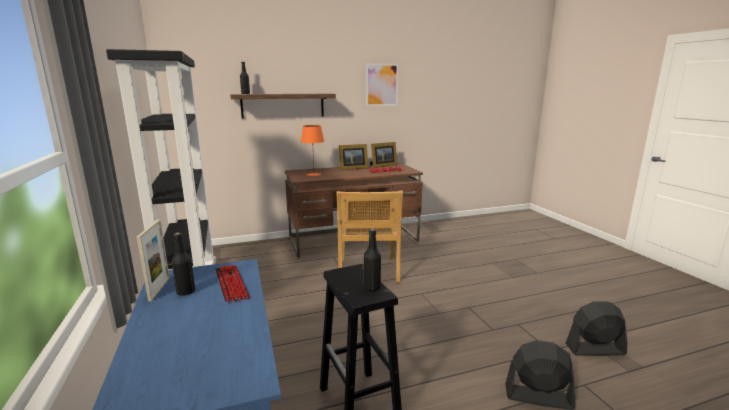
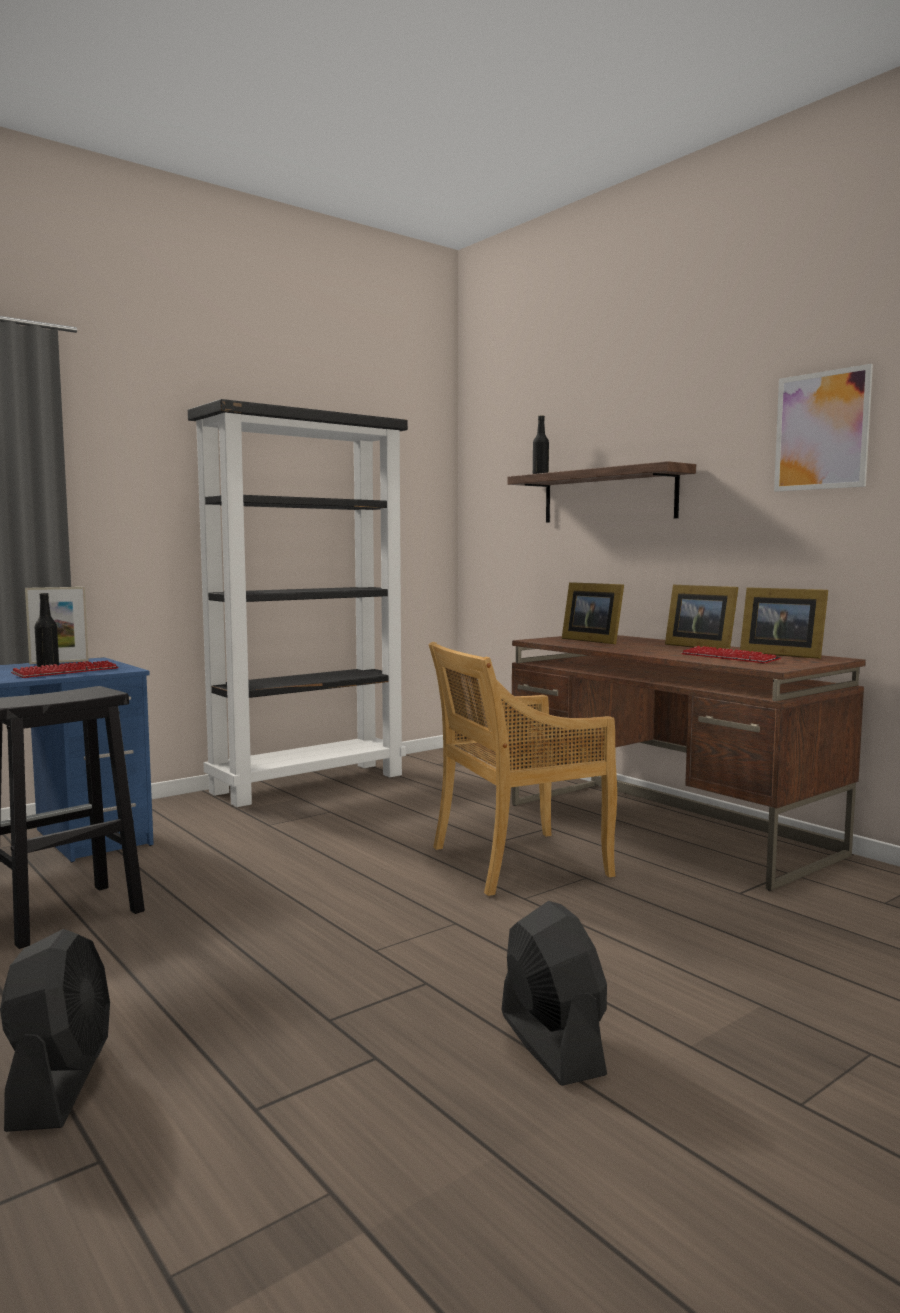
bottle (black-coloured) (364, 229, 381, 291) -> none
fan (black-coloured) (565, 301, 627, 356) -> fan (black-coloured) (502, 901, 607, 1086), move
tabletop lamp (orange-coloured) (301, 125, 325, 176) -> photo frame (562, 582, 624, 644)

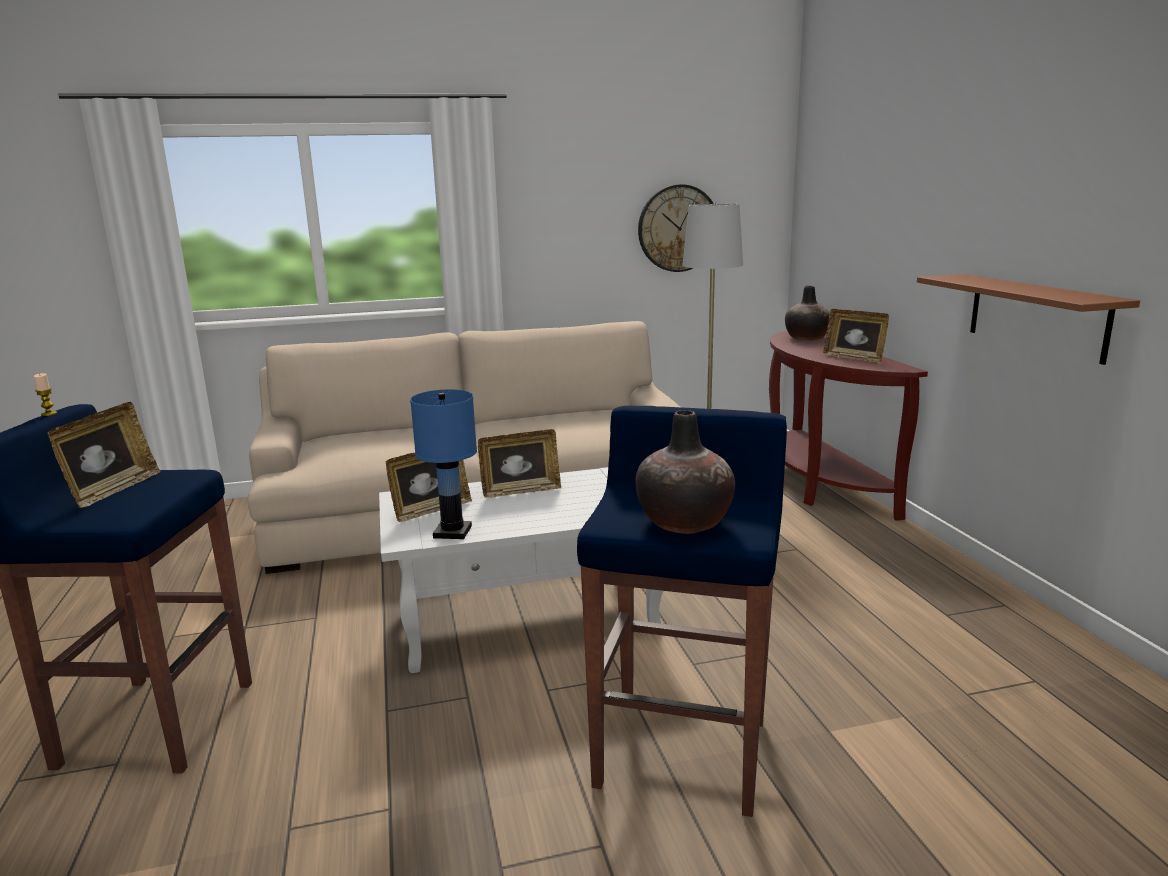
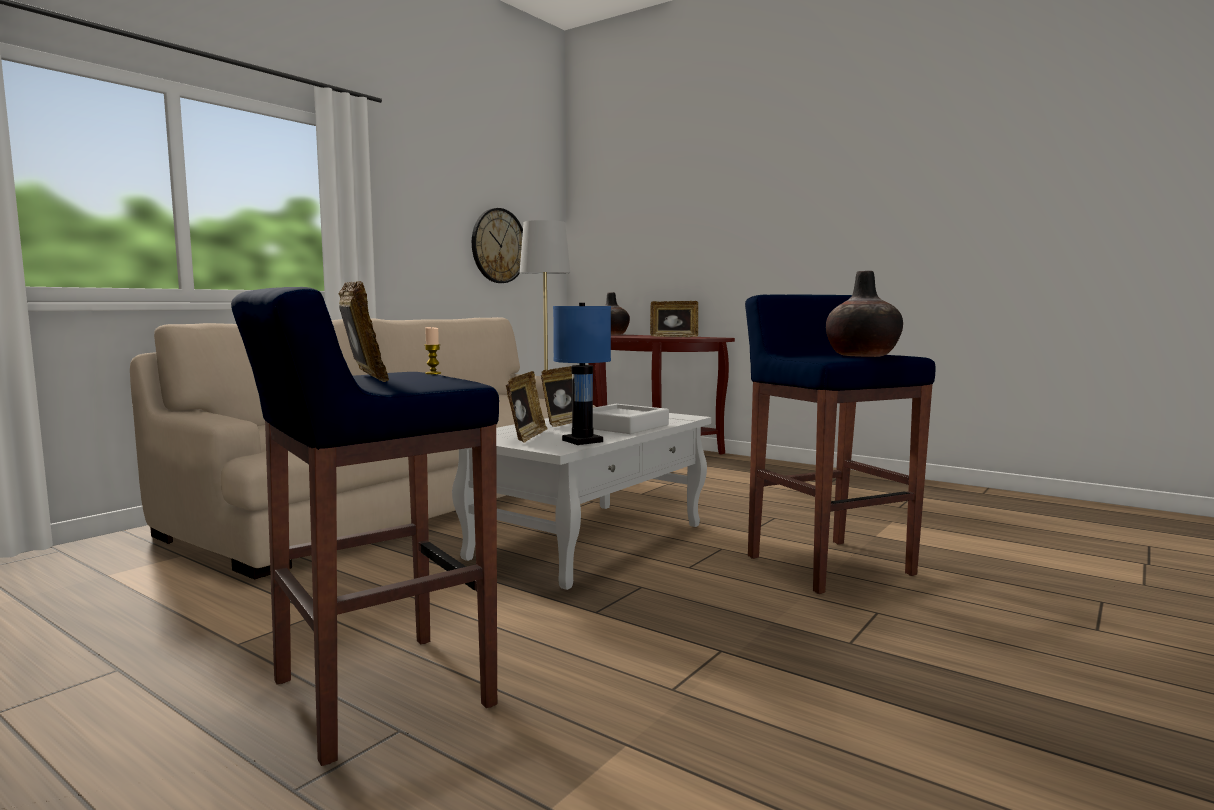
wall shelf (brown) (917, 274, 1140, 365) -> none
none -> carrying tray (greyish) (593, 404, 669, 434)
candle (33, 373, 57, 416) -> candle (425, 327, 441, 374), move

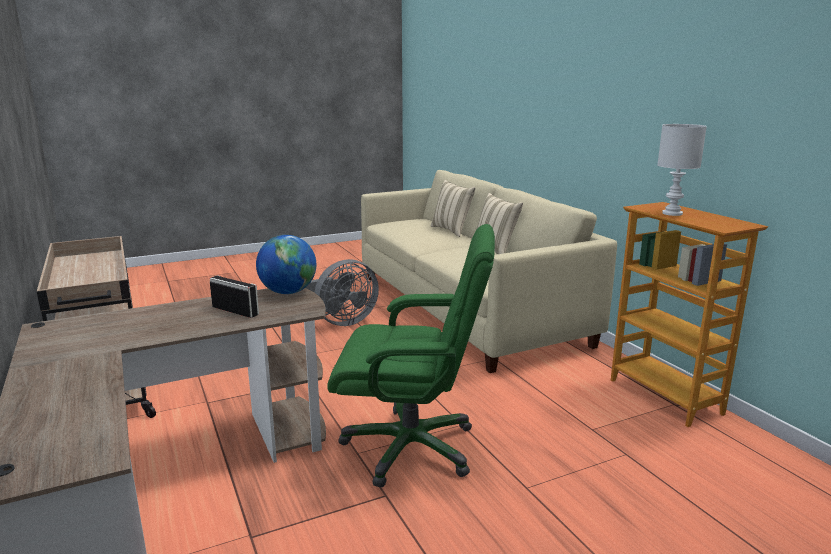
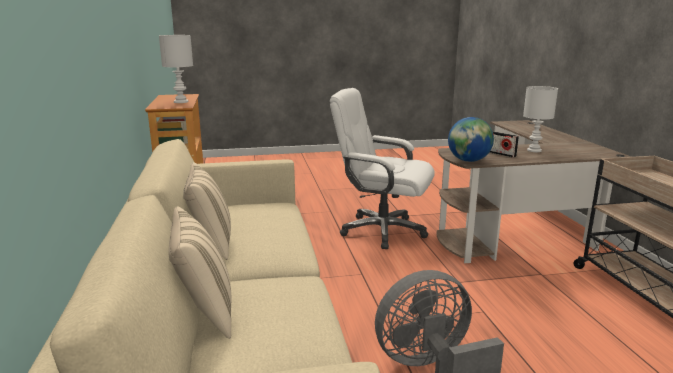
none -> tabletop lamp (white-coloured) (523, 86, 558, 152)
desk chair (green-coloured) (327, 224, 495, 488) -> desk chair (white-coloured) (330, 88, 435, 249)

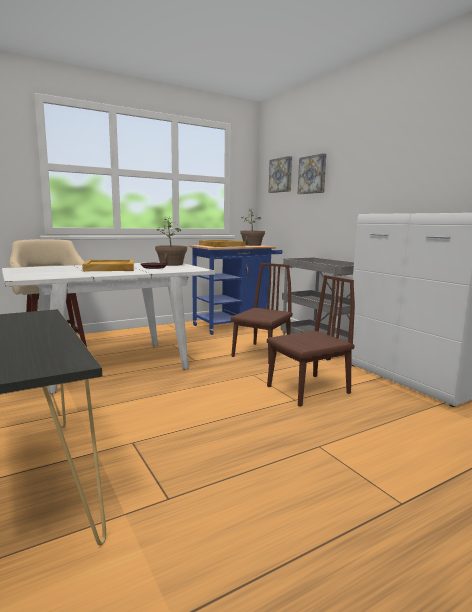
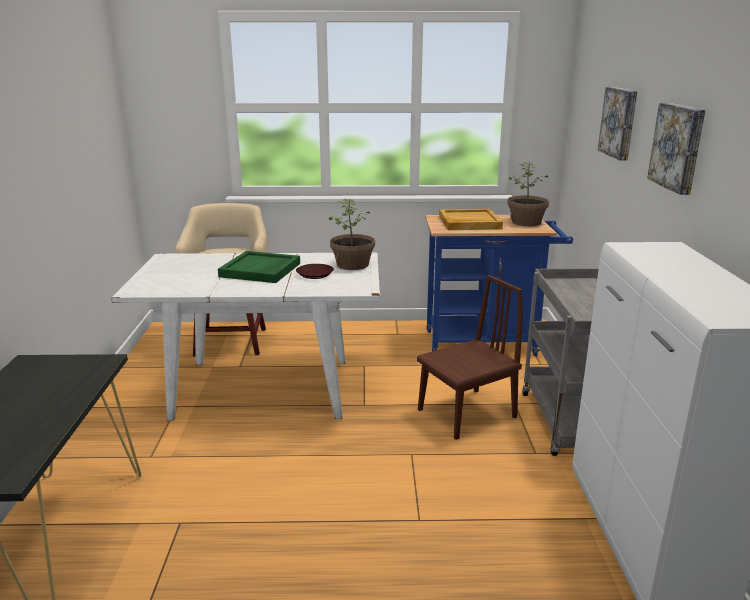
upright chair (brown) (267, 275, 355, 407) -> none
wall art (269, 156, 292, 193) -> wall art (647, 103, 705, 195), move
carrying tray (beige-coloured) (82, 260, 134, 271) -> carrying tray (green-coloured) (218, 251, 300, 283)

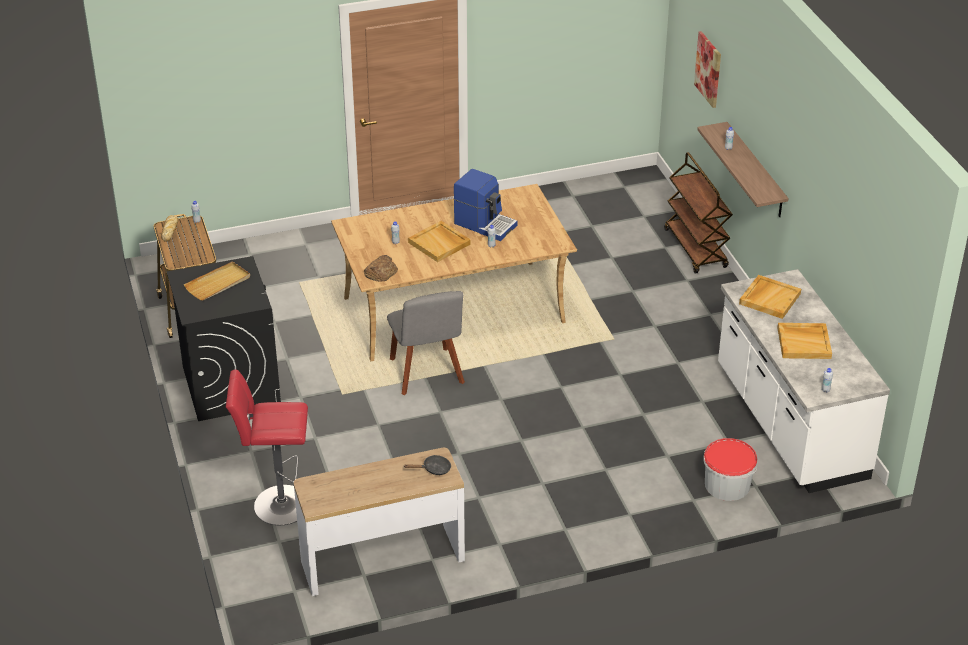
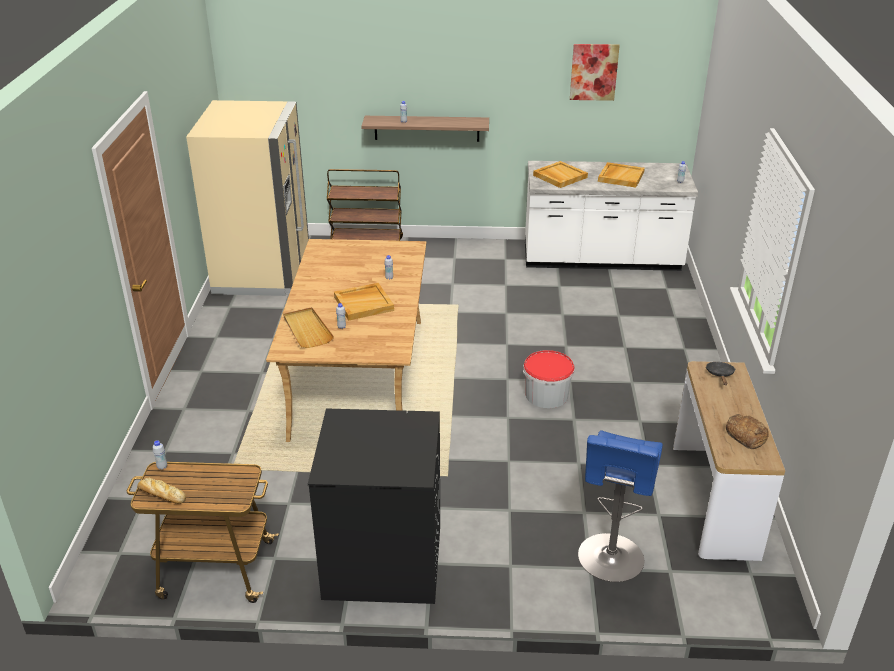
upright chair (greyish) (387, 291, 465, 395) -> none
coffee machine (454, 169, 517, 241) -> none
none -> kitchen fridge (beige-coloured) (186, 100, 309, 296)
carrying tray (beige-coloured) (184, 261, 250, 301) -> carrying tray (beige-coloured) (283, 307, 334, 348), move
baked bread (364, 255, 398, 282) -> baked bread (726, 414, 769, 449), move
wall art (694, 31, 721, 108) -> wall art (570, 44, 620, 101), move
pail (703, 438, 757, 501) -> pail (523, 350, 574, 408), move
sitting stool (reddish) (226, 369, 308, 525) -> sitting stool (blue-coloured) (578, 430, 663, 582)

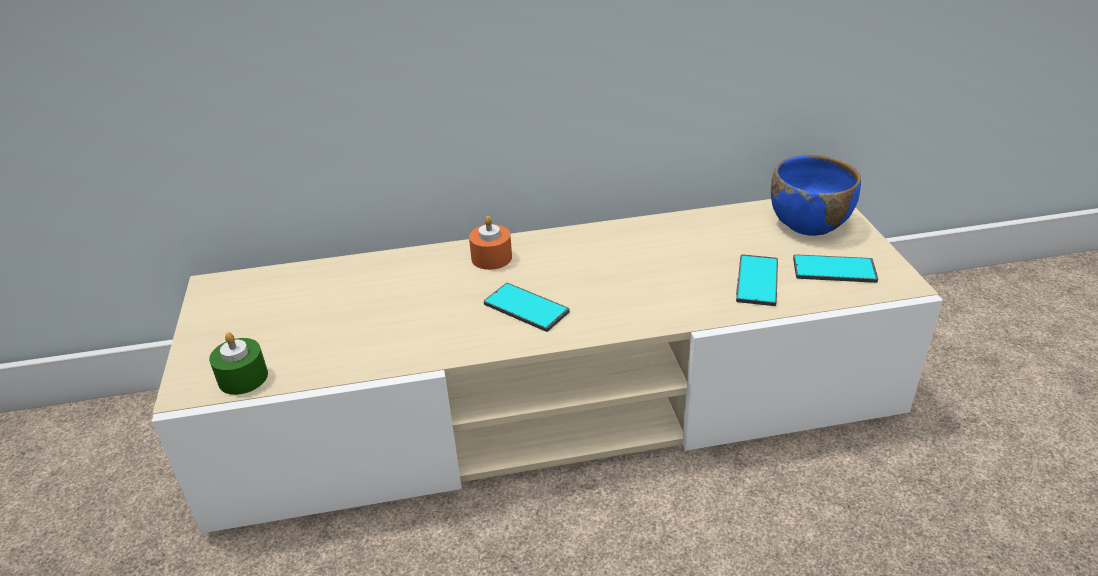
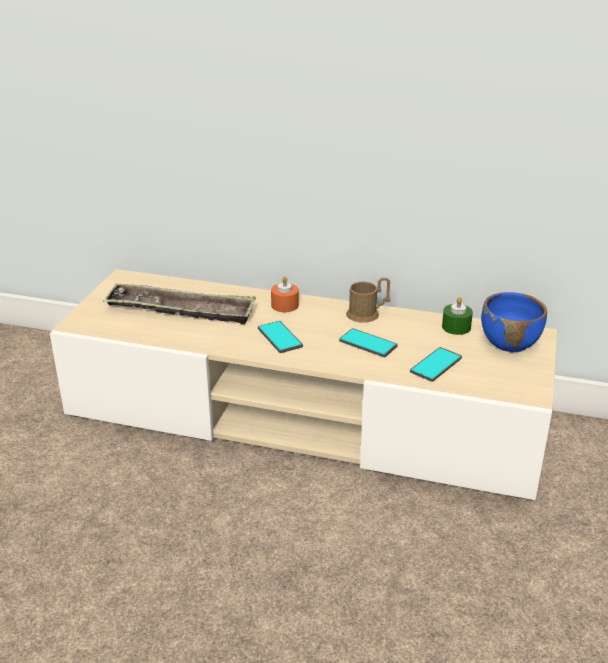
none -> carrying tray (103, 284, 256, 325)
none -> mug (brown) (346, 278, 390, 323)
candle (green-coloured) (209, 332, 268, 395) -> candle (green-coloured) (442, 297, 473, 335), move
telephone (793, 254, 878, 283) -> telephone (339, 328, 398, 357), move

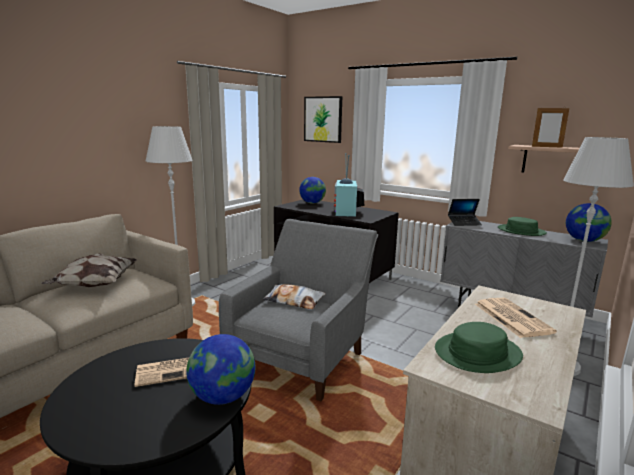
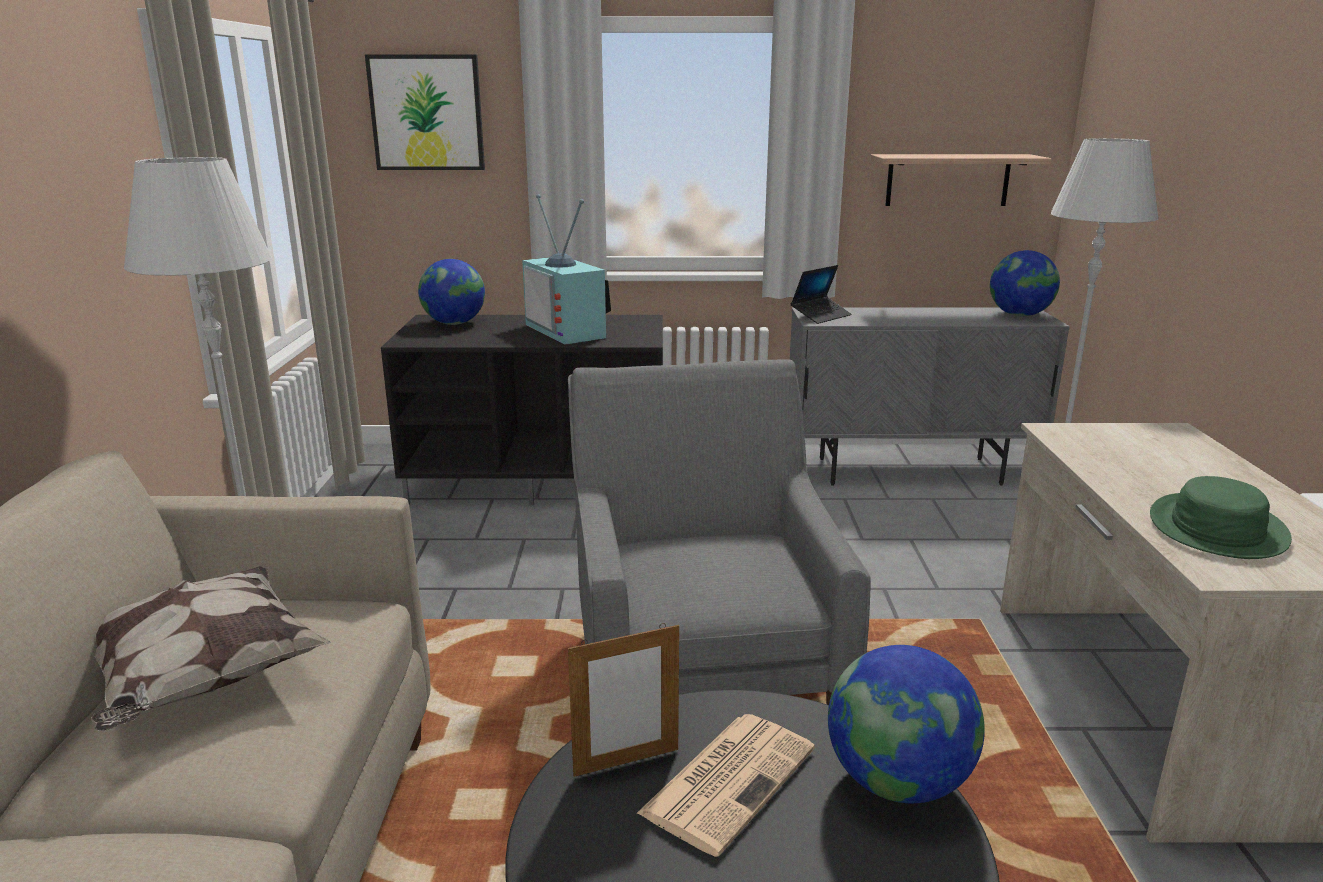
throw pillow (262, 284, 326, 309) -> none
printed paper (475, 298, 557, 338) -> none
hat (green-coloured) (498, 217, 547, 236) -> none
photo frame (532, 107, 569, 148) -> photo frame (568, 623, 679, 777), move

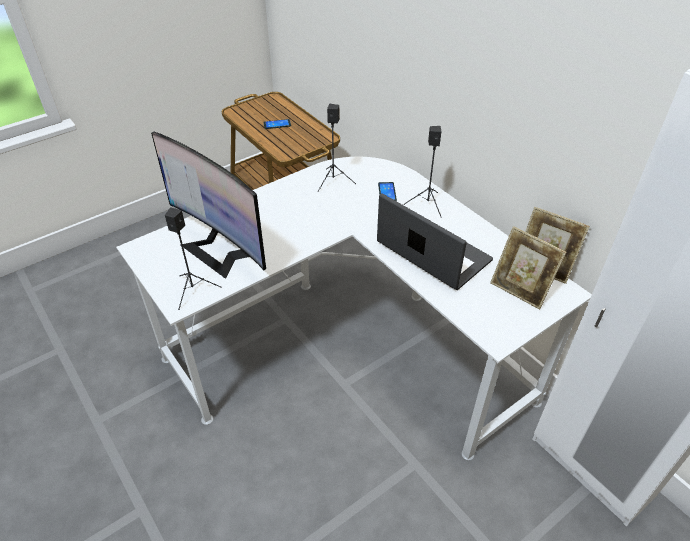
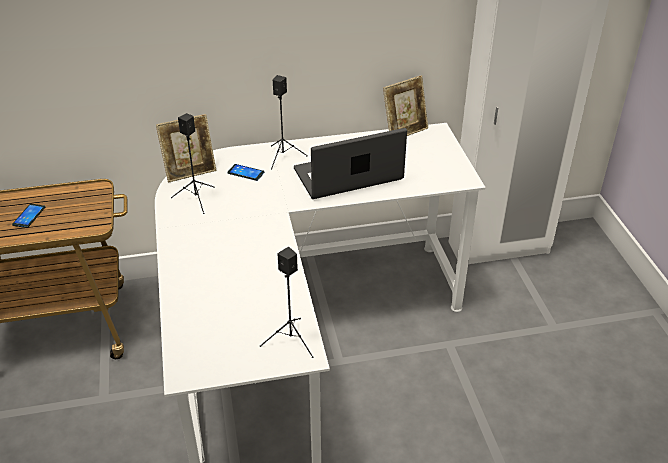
monitor (151, 132, 266, 279) -> none
photo frame (490, 226, 566, 310) -> photo frame (156, 114, 217, 183), move

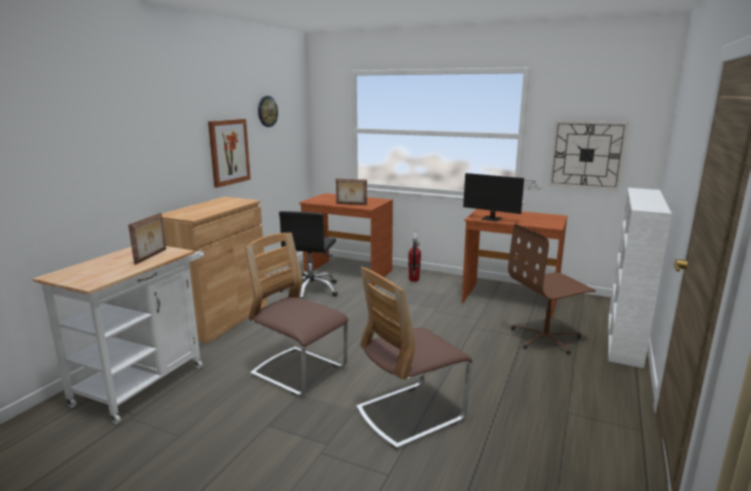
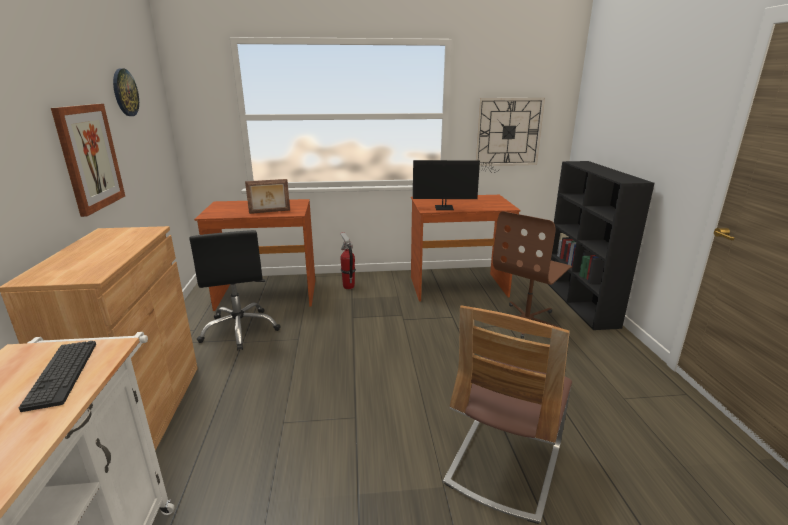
upright chair (245, 233, 348, 396) -> none
photo frame (128, 213, 166, 265) -> PC keyboard (19, 341, 96, 412)
bookshelf (white-coloured) (608, 188, 672, 368) -> bookshelf (black-coloured) (548, 161, 654, 330)

